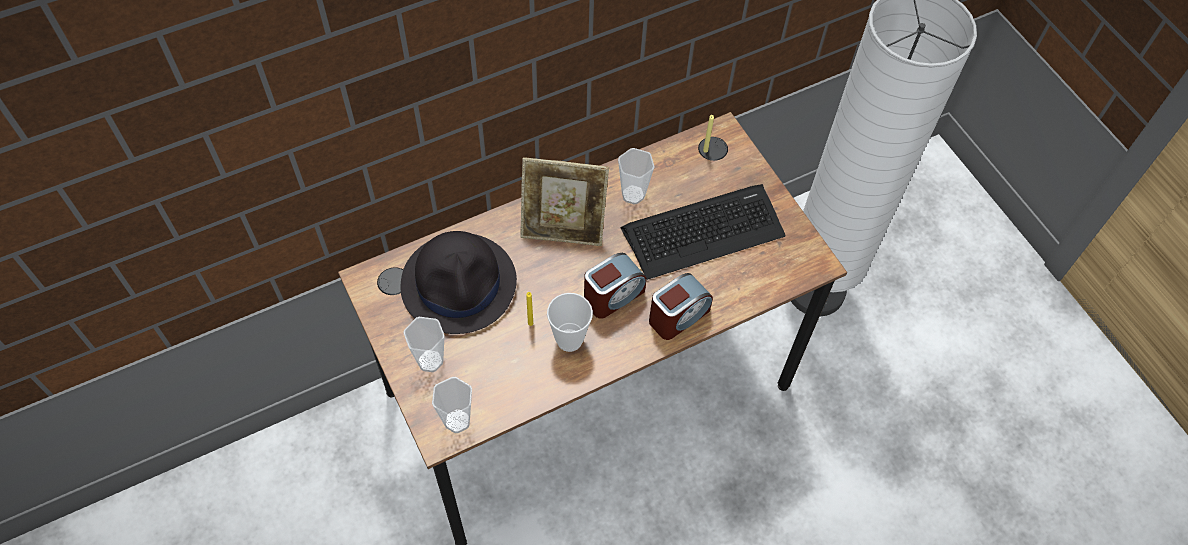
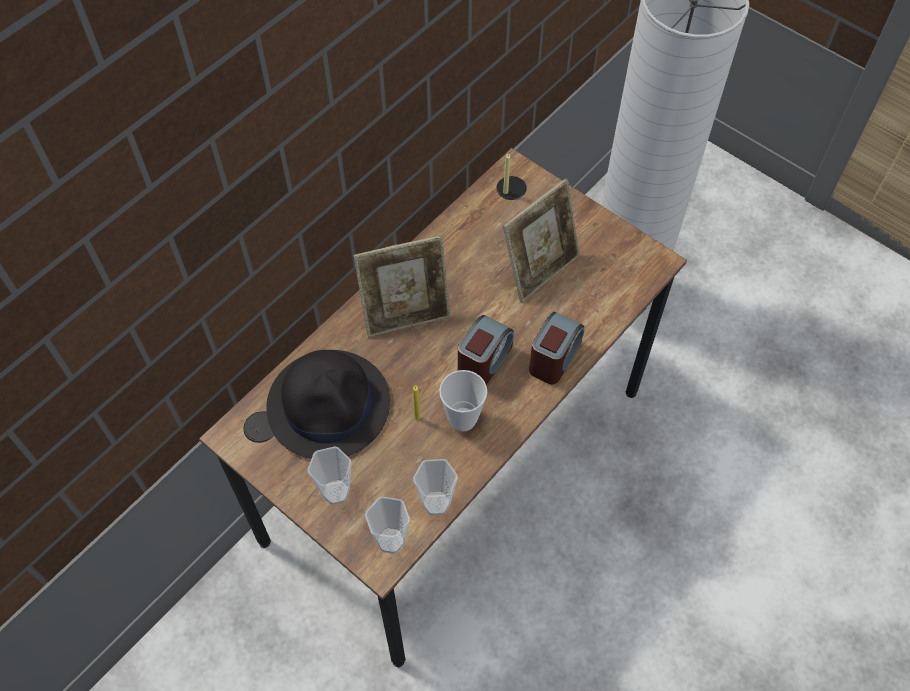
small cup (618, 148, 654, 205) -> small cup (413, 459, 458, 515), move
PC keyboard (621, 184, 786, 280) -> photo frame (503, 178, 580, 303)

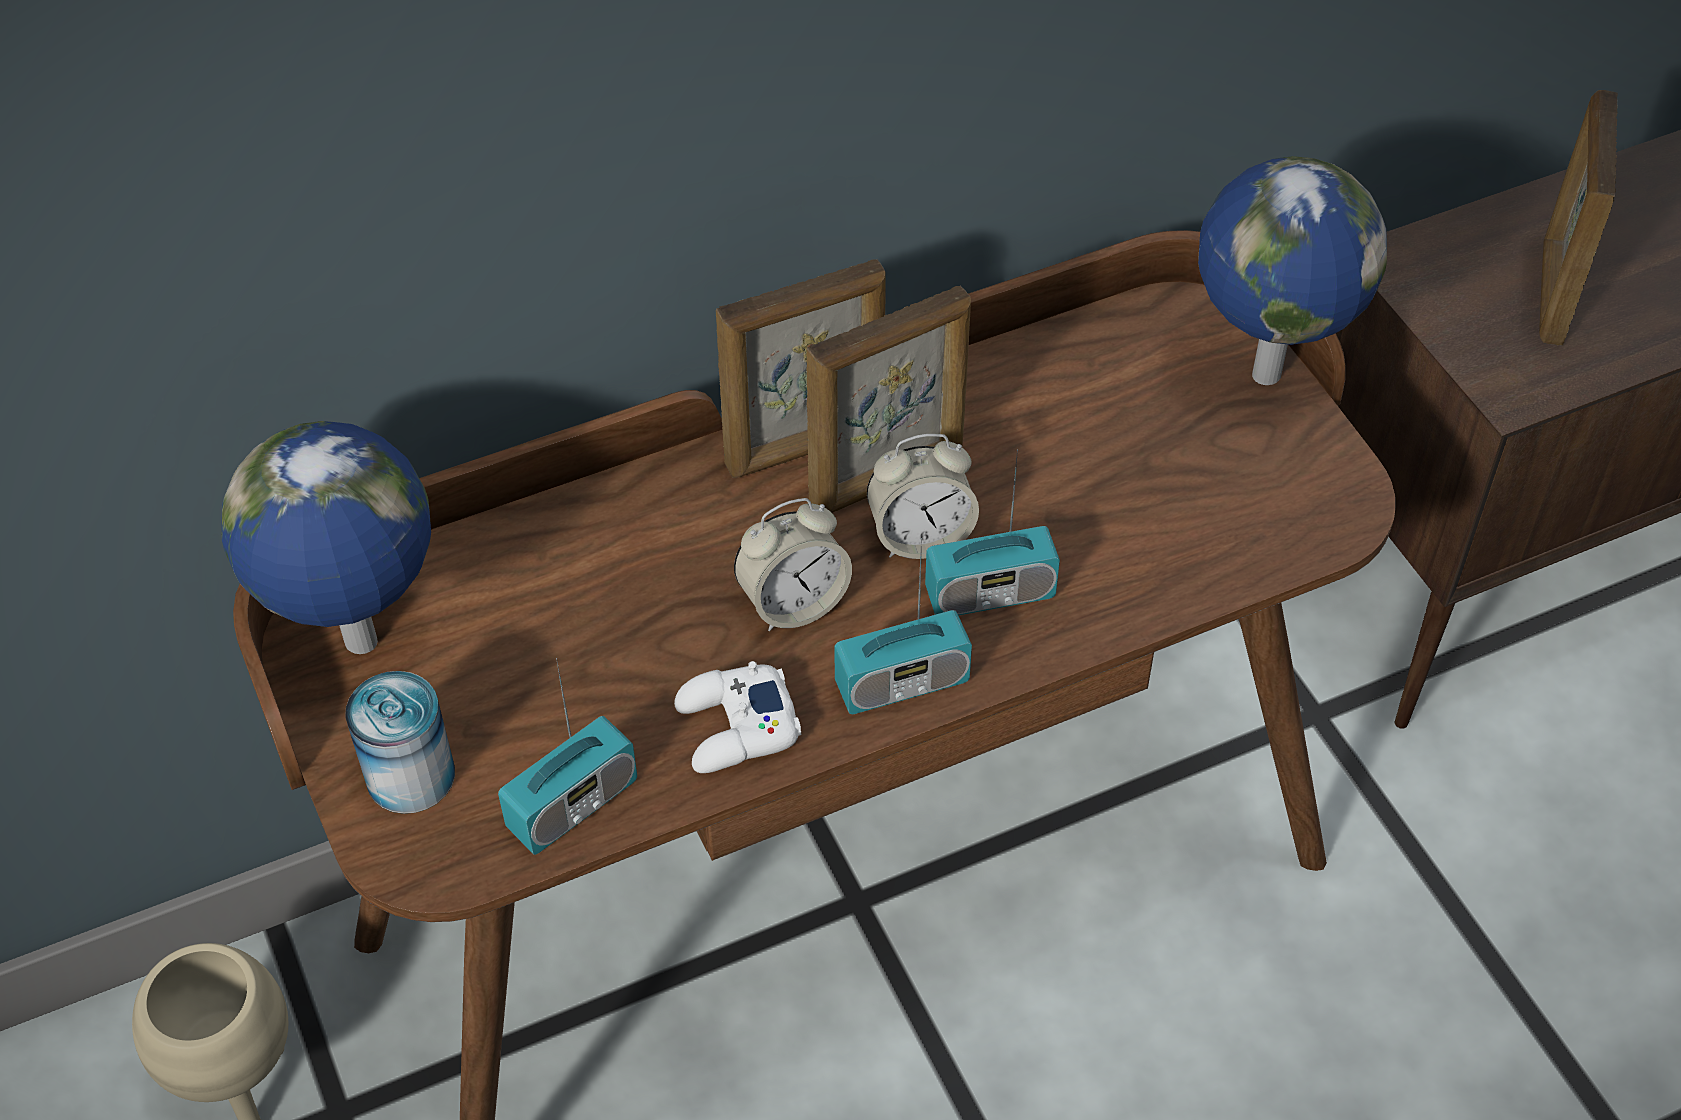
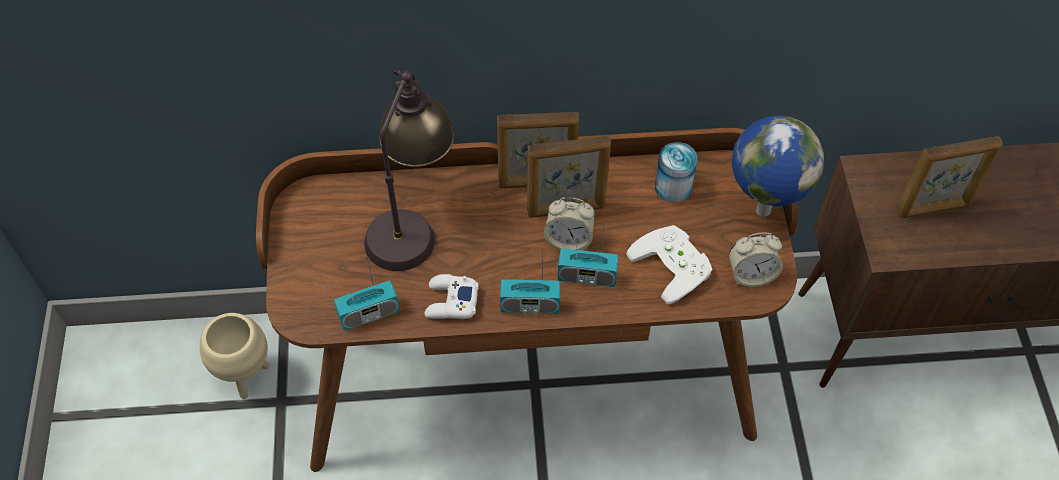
desk globe (222, 421, 431, 654) -> none
none -> tabletop lamp (364, 70, 455, 271)
none -> gamepad (white-coloured) (626, 225, 712, 305)
sealed can (345, 671, 455, 814) -> sealed can (655, 142, 698, 203), move
bedside clock (734, 498, 852, 631) -> bedside clock (729, 232, 783, 287), move
photo frame (1539, 90, 1618, 345) -> photo frame (896, 136, 1003, 218), 135 degrees counterclockwise

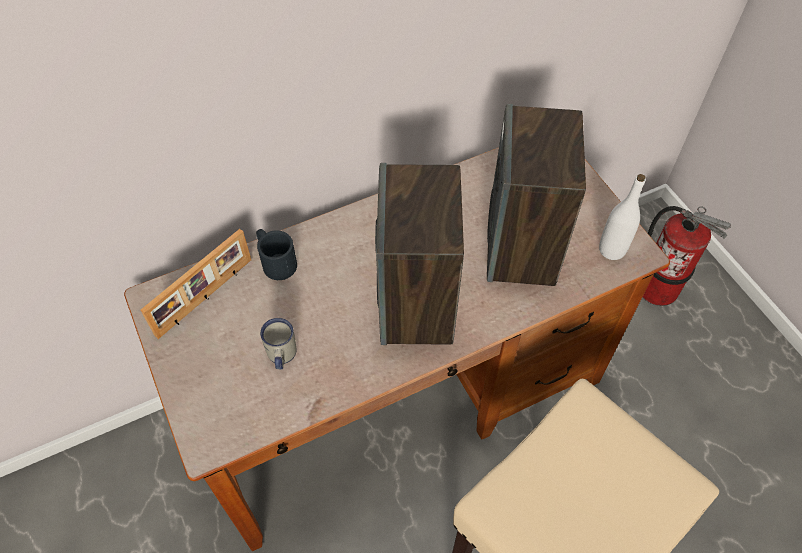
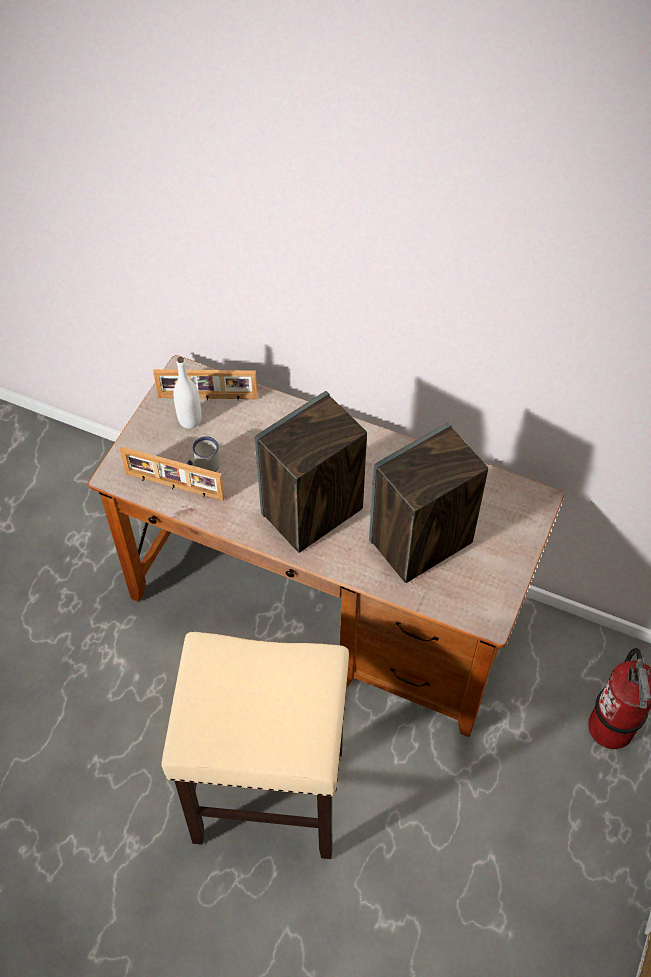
mug (black-coloured) (256, 229, 297, 280) -> none
none -> photo frame (120, 447, 225, 501)
bottle (white-coloured) (599, 174, 645, 260) -> bottle (white-coloured) (173, 357, 202, 429), move

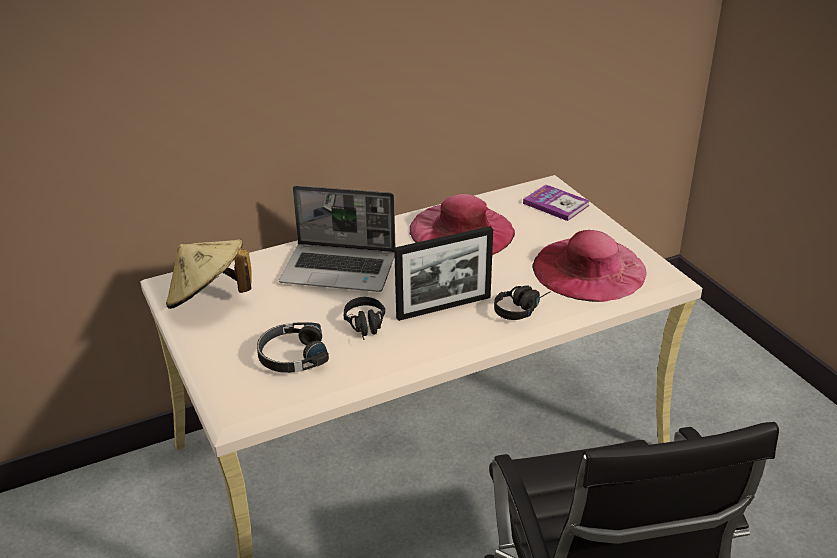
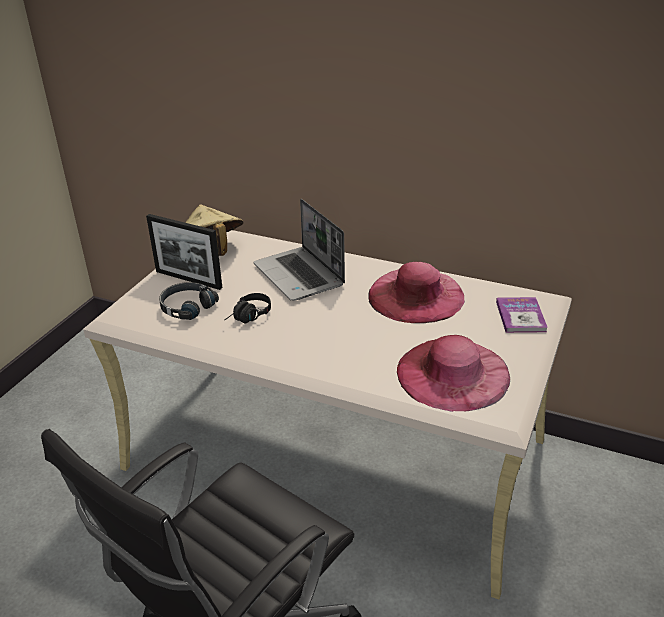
headset (black-coloured) (494, 285, 551, 320) -> none
photo frame (394, 226, 493, 321) -> photo frame (146, 214, 222, 290), move

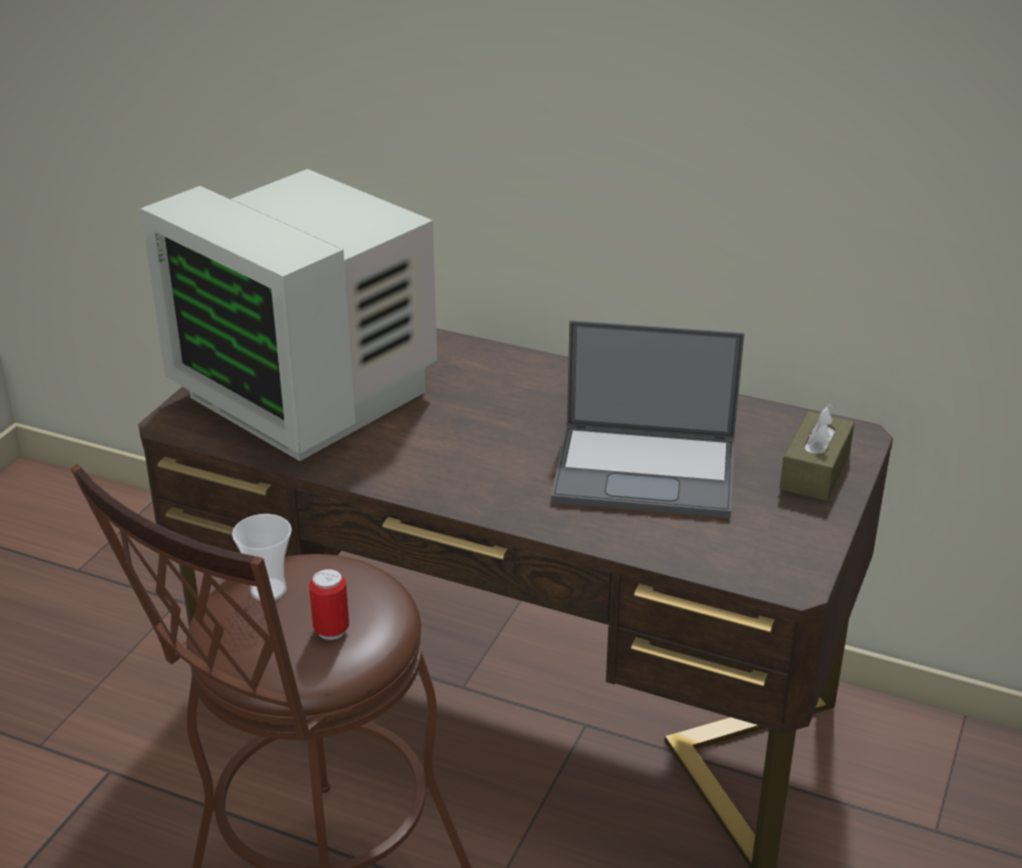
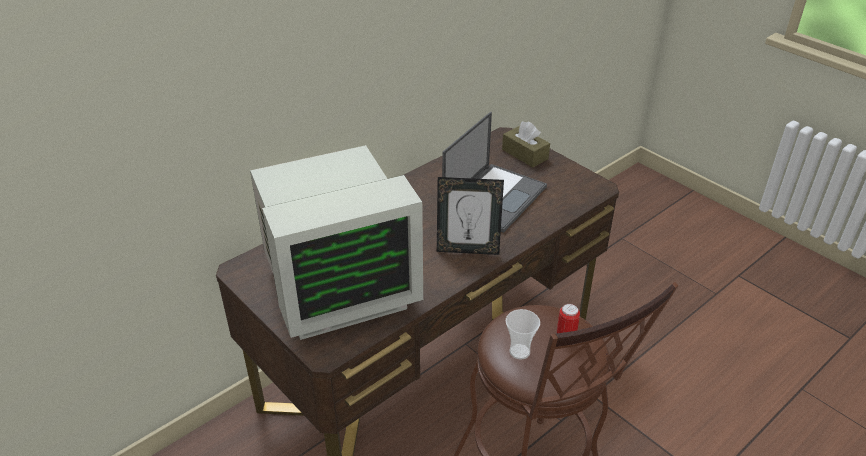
none -> photo frame (437, 177, 504, 255)

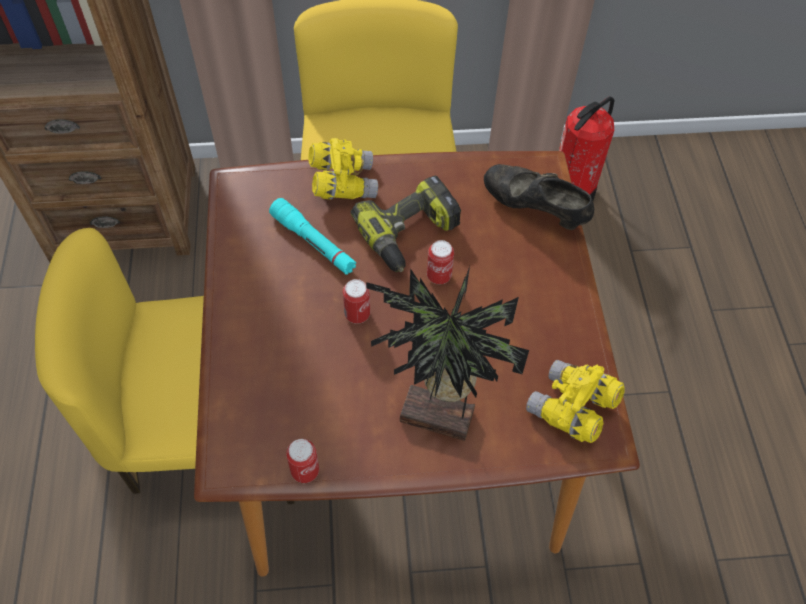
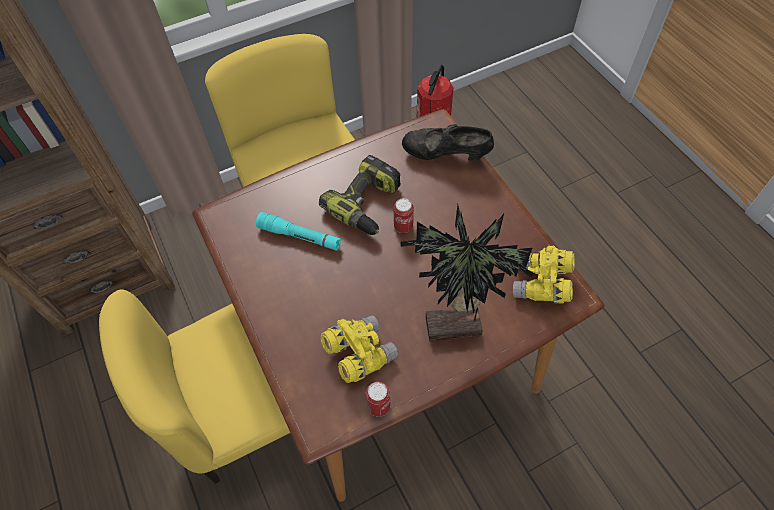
sealed can (343, 279, 370, 324) -> none
pair of binoculars (yellowish) (308, 138, 378, 200) -> pair of binoculars (yellowish) (320, 315, 398, 383), move

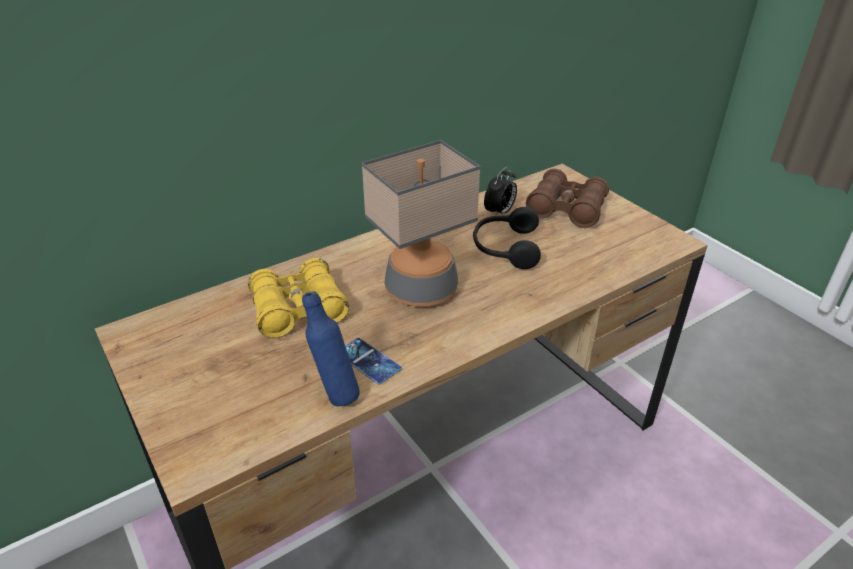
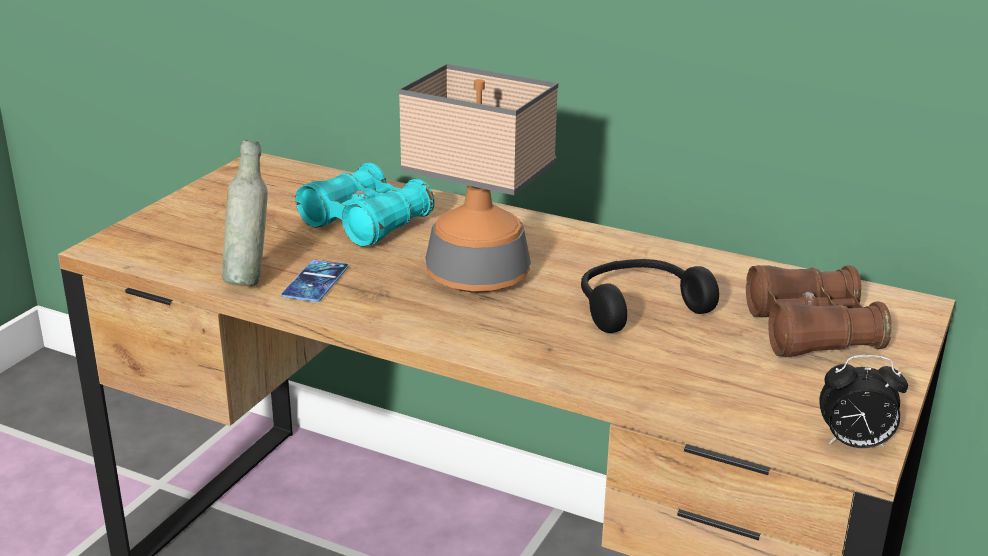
bedside clock (484, 166, 517, 216) -> bedside clock (819, 355, 908, 448), move
pair of binoculars (yellowish) (248, 258, 349, 338) -> pair of binoculars (turquoise) (295, 163, 435, 247)
bottle (blue-coloured) (302, 291, 360, 406) -> bottle (greyish) (222, 140, 268, 286)

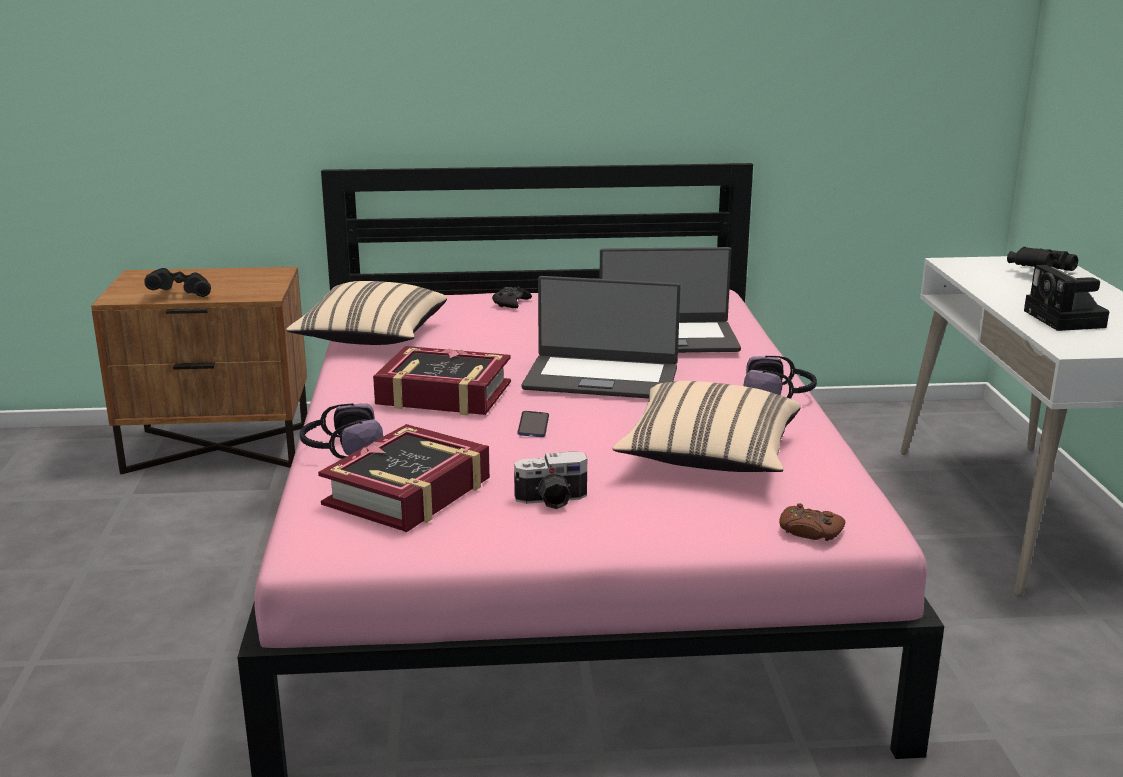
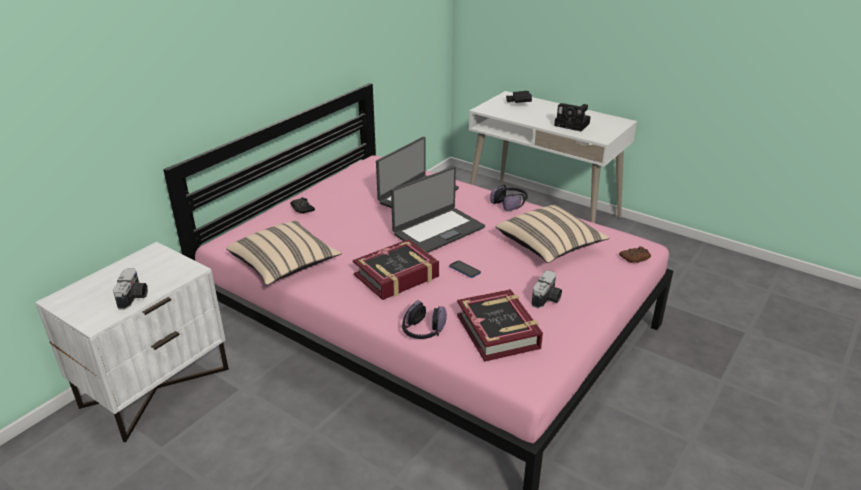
pair of binoculars (black-coloured) (144, 268, 211, 297) -> photo camera (113, 268, 148, 309)
nightstand (brown) (91, 267, 307, 474) -> nightstand (white-coloured) (35, 242, 229, 442)

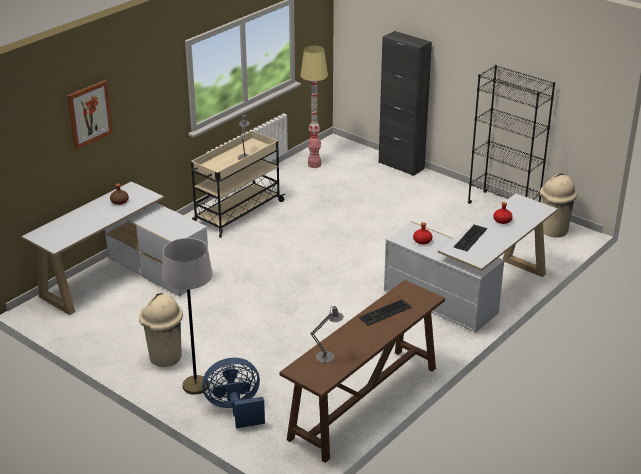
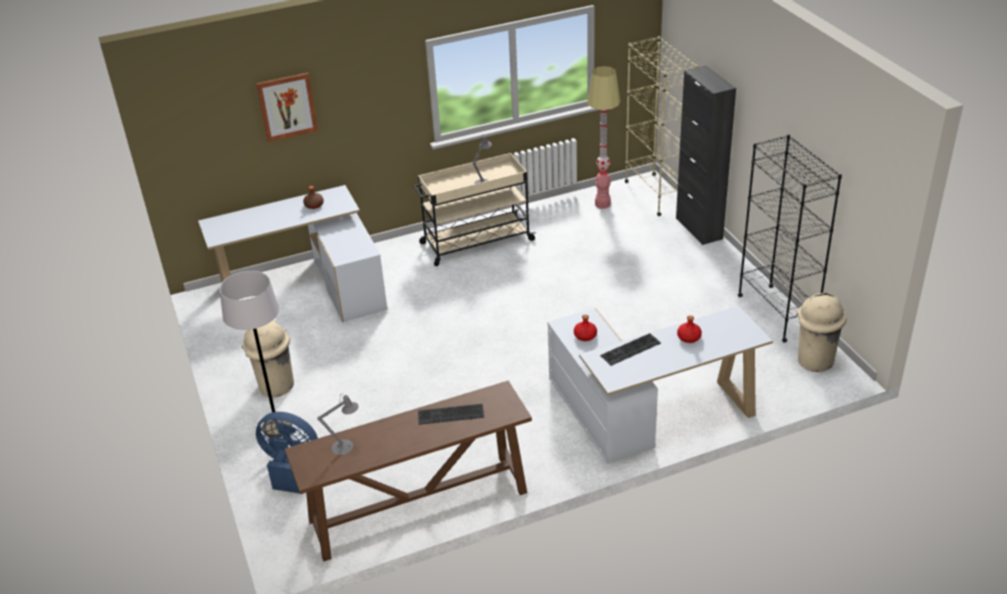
none -> bookshelf (beige-coloured) (625, 36, 697, 216)

